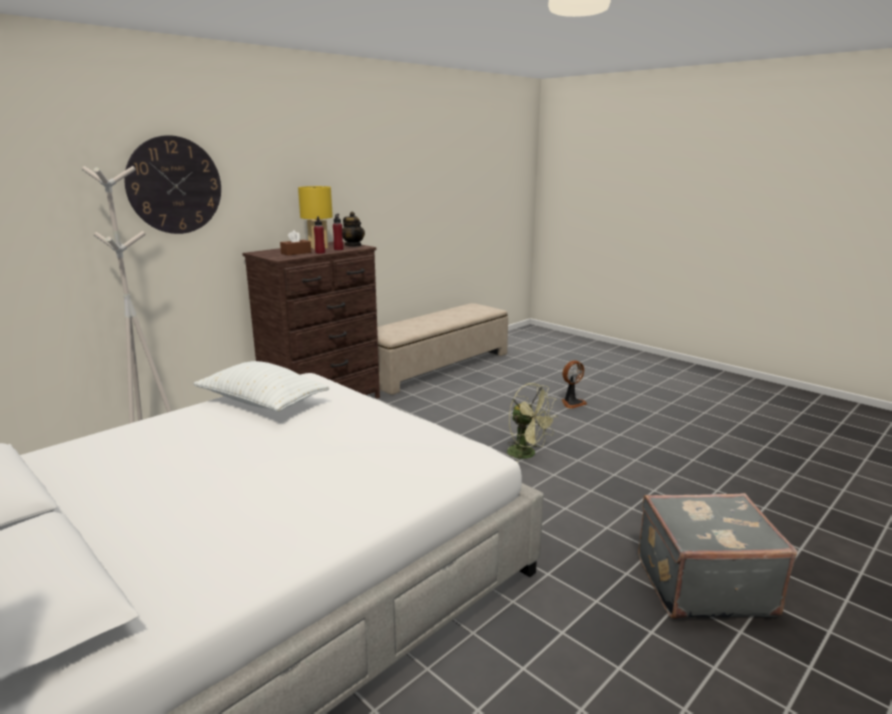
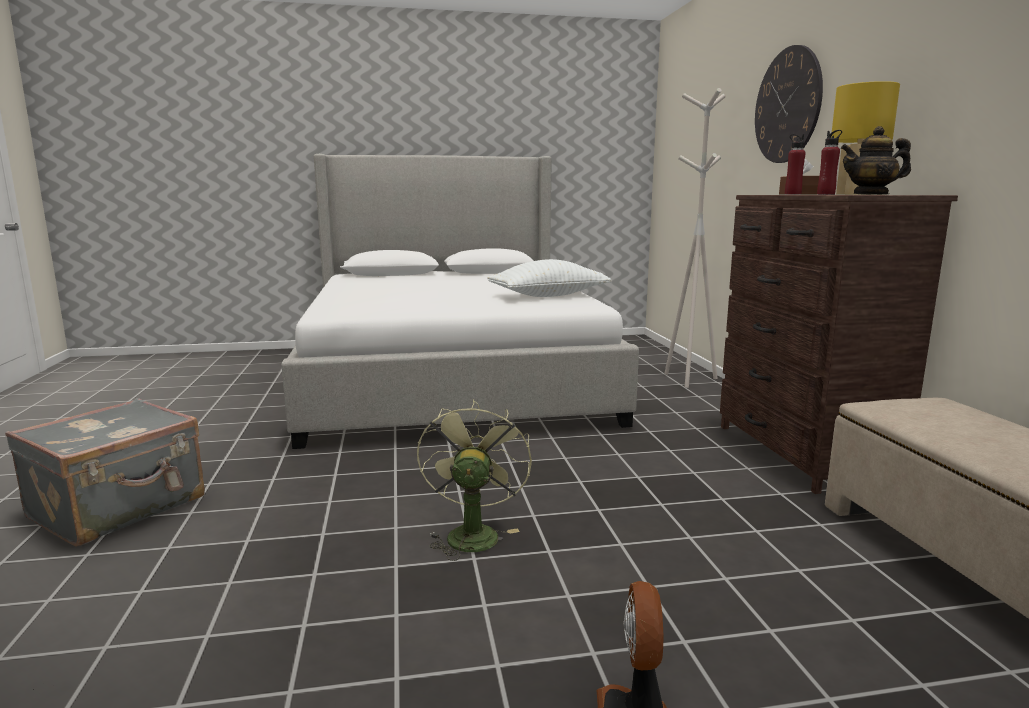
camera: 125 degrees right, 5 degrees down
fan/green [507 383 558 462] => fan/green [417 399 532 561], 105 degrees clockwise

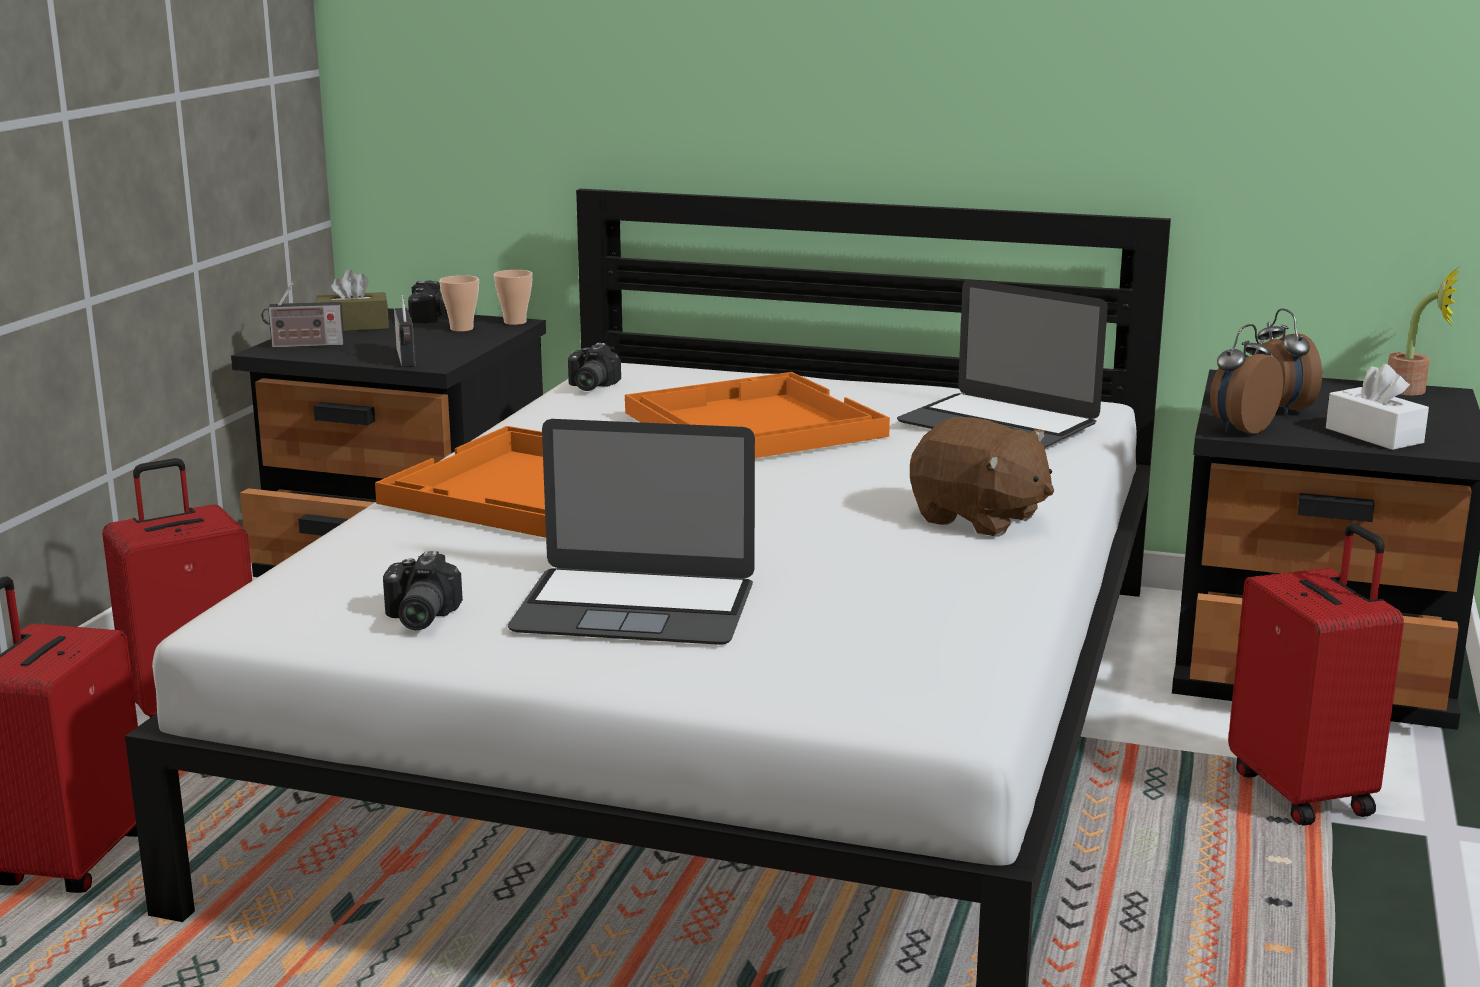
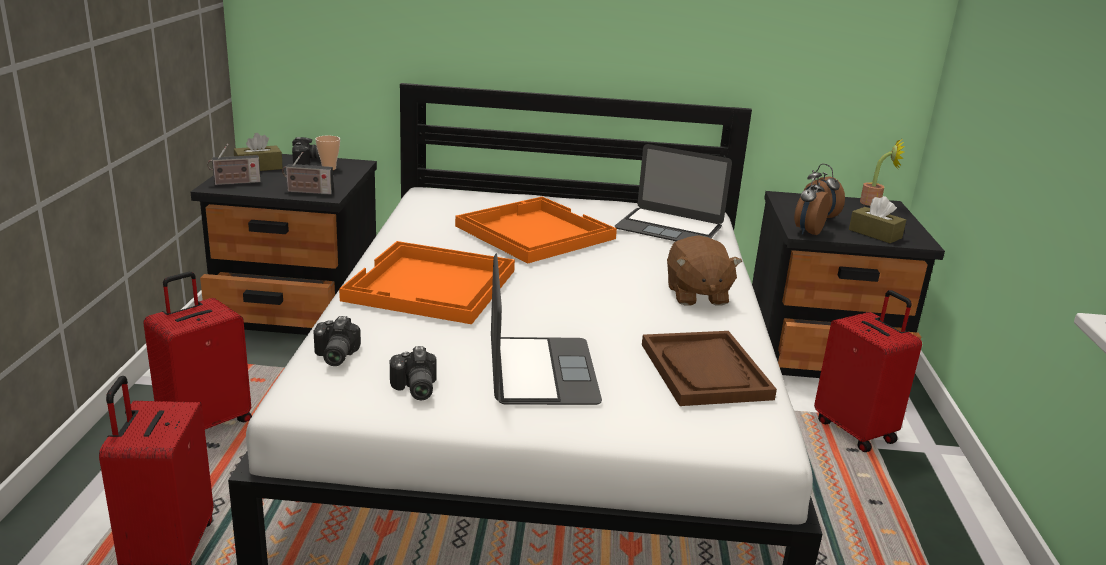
camera: 15 degrees left, 5 degrees up
radio [394 295 415 367] => radio [282 152 334 195], 120 degrees clockwise
photo camera [568 343 621 391] => photo camera [314 316 361 366], relocated
laptop [508 419 755 645] => laptop [491 253 602 405], 90 degrees counterclockwise
nothing => tray/brown [642 331 777 406]
plush toy/brown [910 417 1054 537] => plush toy/brown [667 235 742 306], 60 degrees clockwise
tissue box/white [1326 364 1429 450] => tissue box/brown [849 196 906 243]
cup [494 270 533 325] => nothing

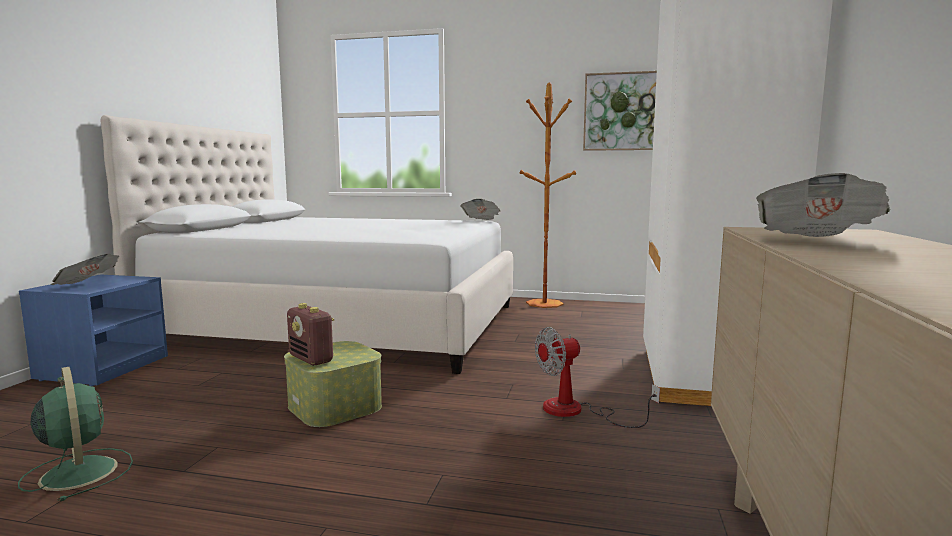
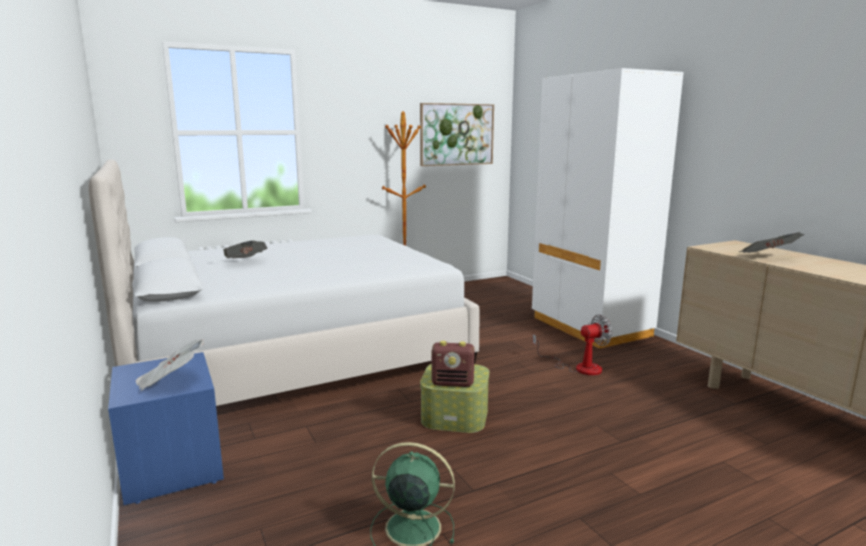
camera: 40 degrees left, 5 degrees up
newspaper [460 199 500 220] => newspaper [223 241 267 258], relocated
fan [535 327 660 428] => fan [532 314 613 375], 135 degrees counterclockwise

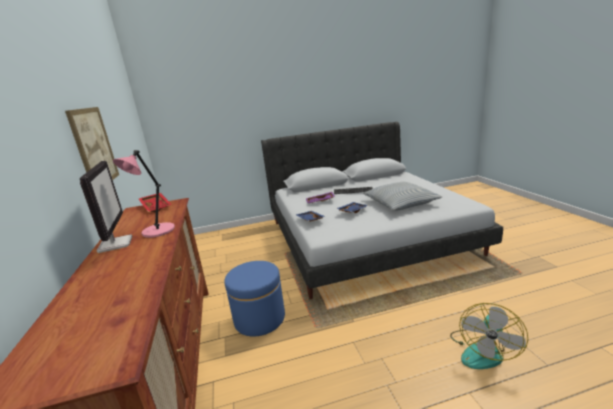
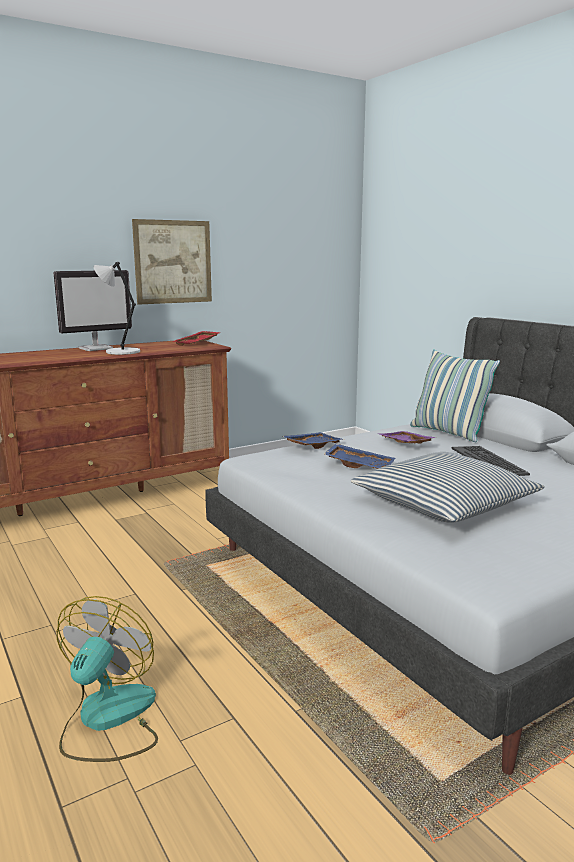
camera: 70 degrees right, 5 degrees down
fan [450 303 528 369] => fan [57 596 158 762], 90 degrees clockwise
table lamp/pink [113 150 175 238] => table lamp/grey [94 262 140 355]
nothing => pillow [410 349 500 442]
ottoman/blue [224 261 285 337] => nothing

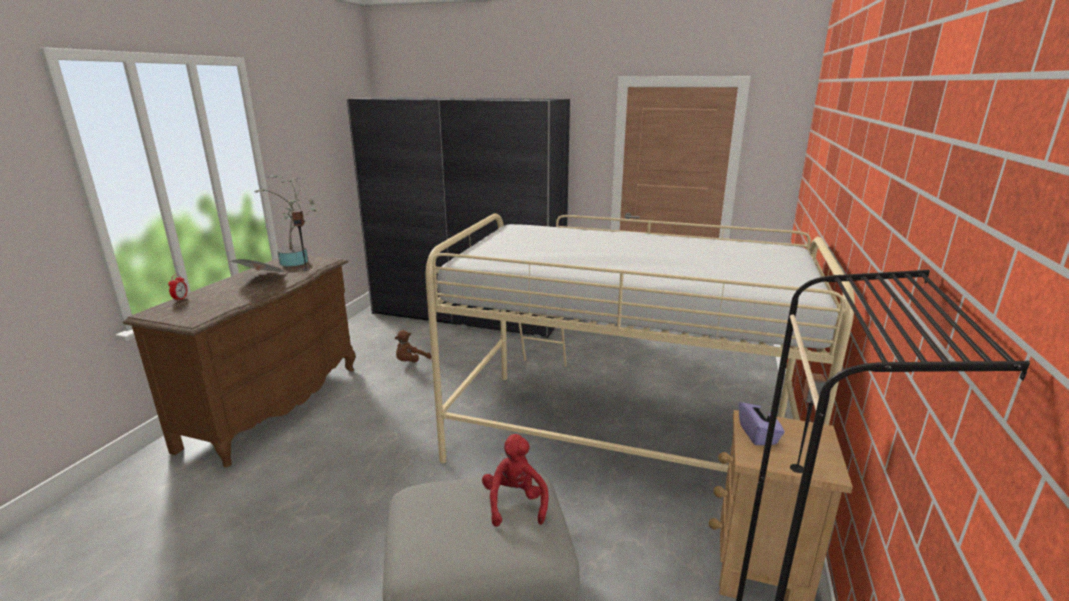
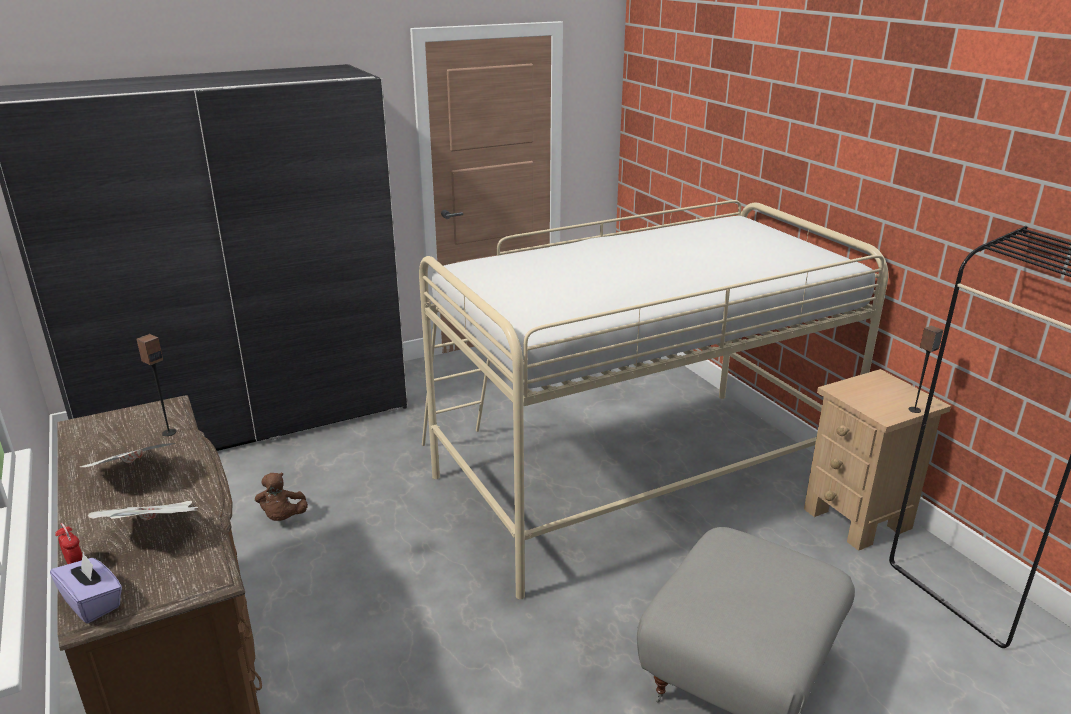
camera: 45 degrees left, 5 degrees up
tissue box/purple [739 400 785 445] => tissue box/purple [50 552 122 623], relocated
nothing => newspaper [88 501 198 520]
potted plant [254 175 316 267] => nothing
plush toy/red [482 434 549 527] => nothing

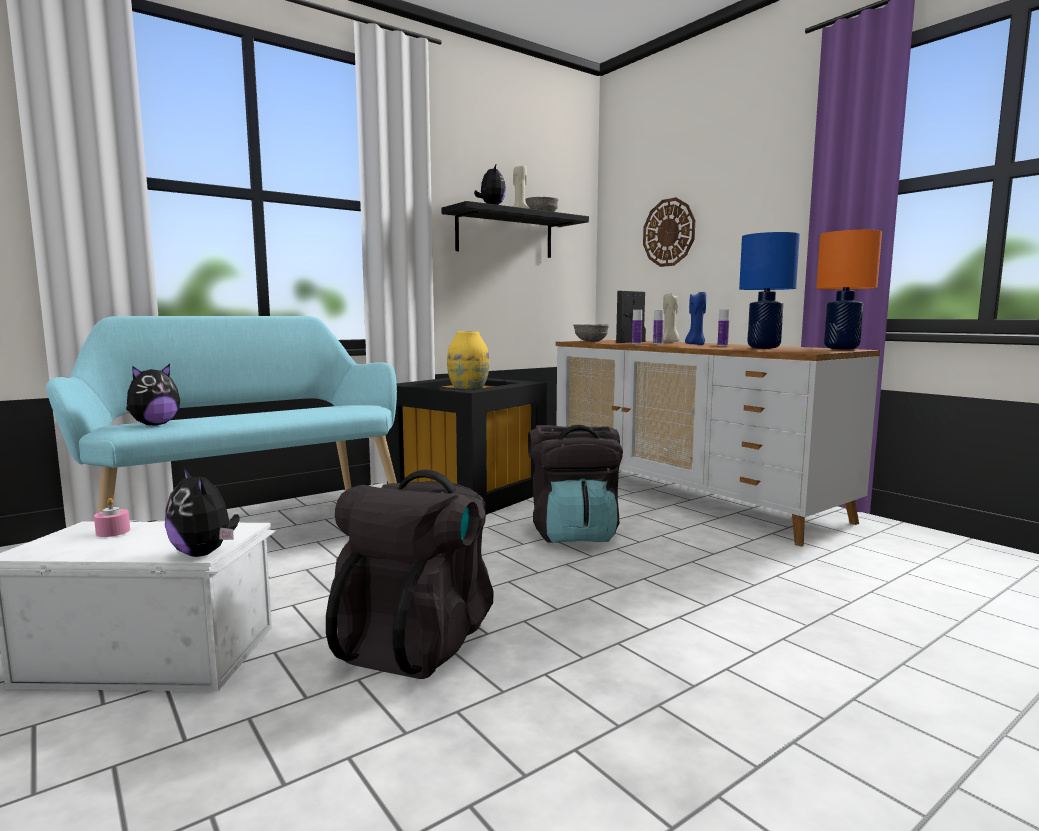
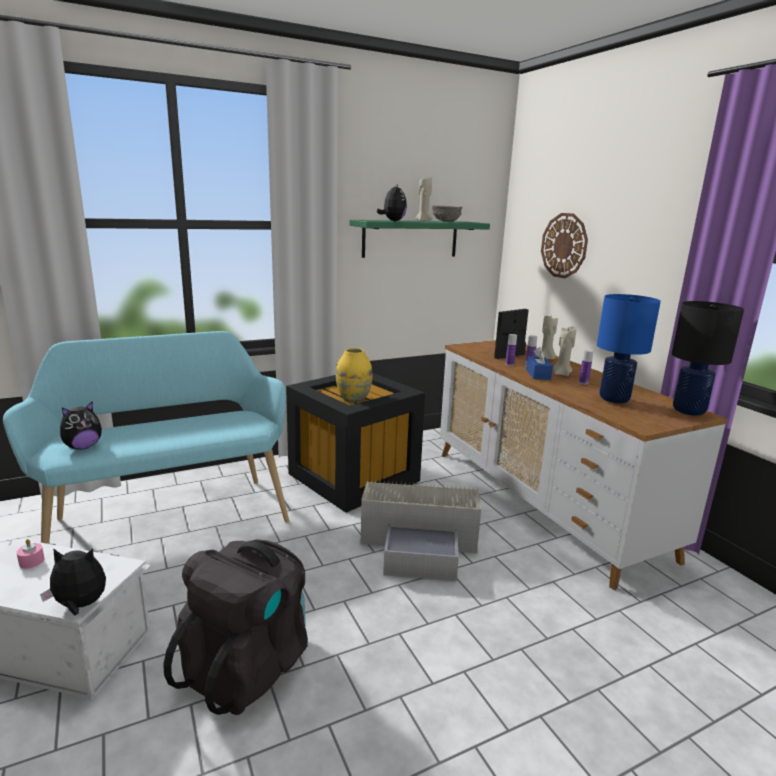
camera: 10 degrees right, 10 degrees up
plush toy [165 467 239 557] => plush toy [40 548 106 615], 120 degrees clockwise
shelf/black [442 201 589 258] => shelf/green [350 220 490 258]
backpack/black [528 425 623 543] => storage box/grey [361 479 481 581]
nothing => tissue box/blue [526 347 553 380]
candle/blue [685 292 706 345] => candle/beige [553 326 576 376]
table lamp/orange [816 230 882 350] => table lamp/black [672 301 744 416]
bowl/grey [573 324 609 342] => nothing

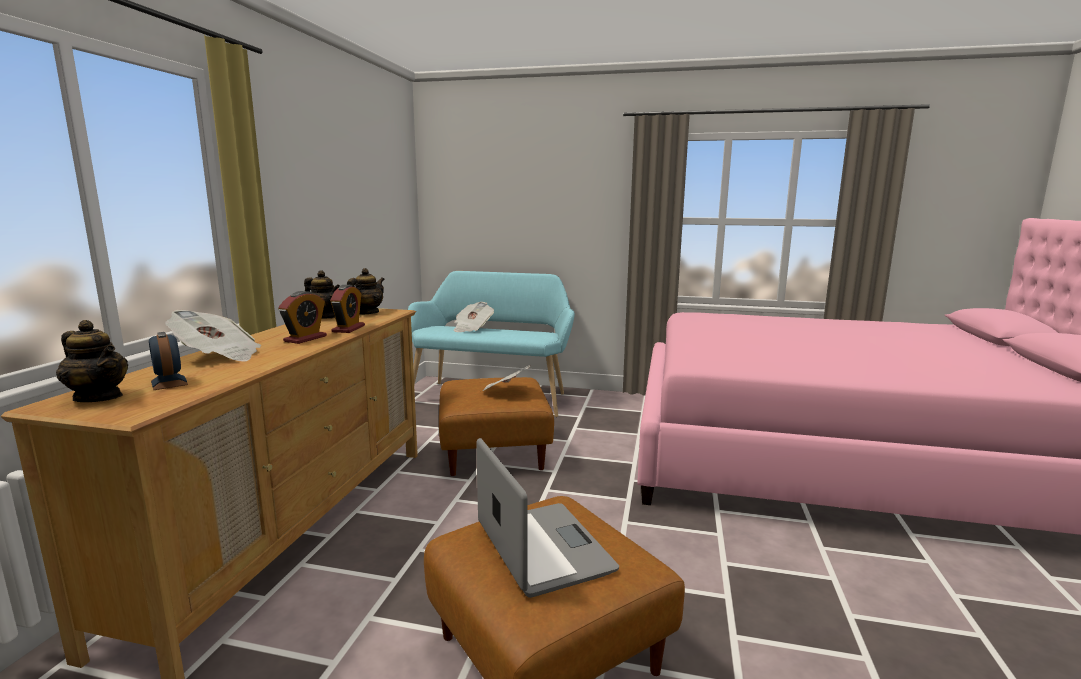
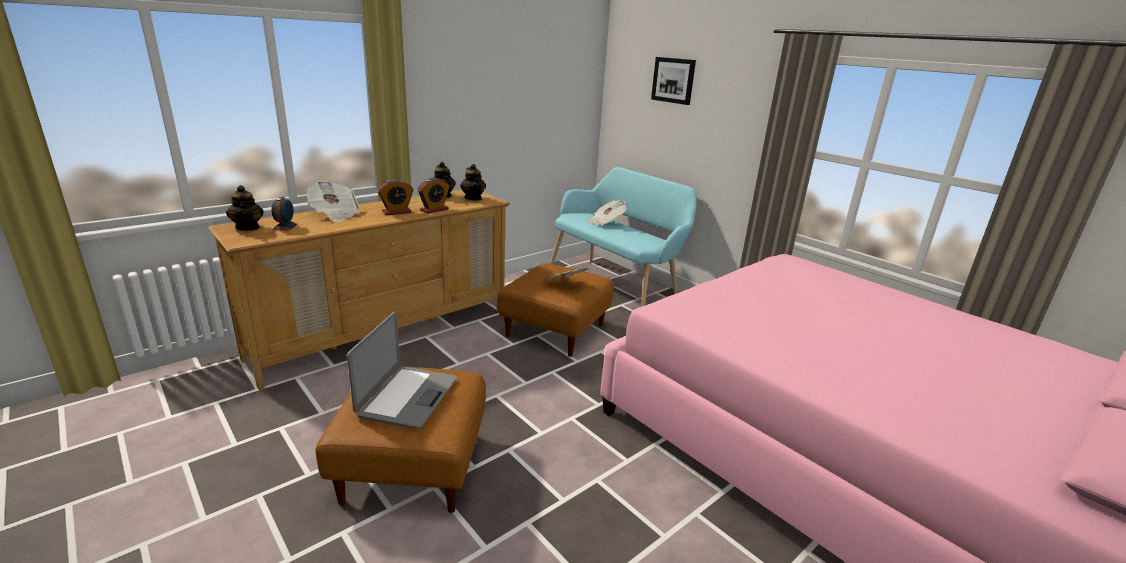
camera: 35 degrees right, 10 degrees up
teapot [347 268 385 314] => teapot [460 164 486 200], 90 degrees clockwise
nothing => picture [651 57 696 105]

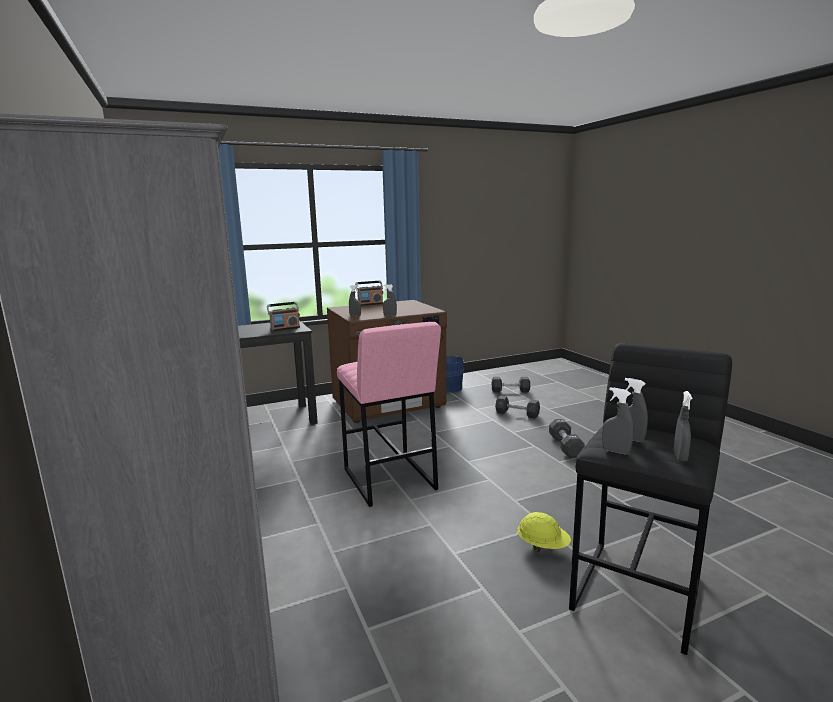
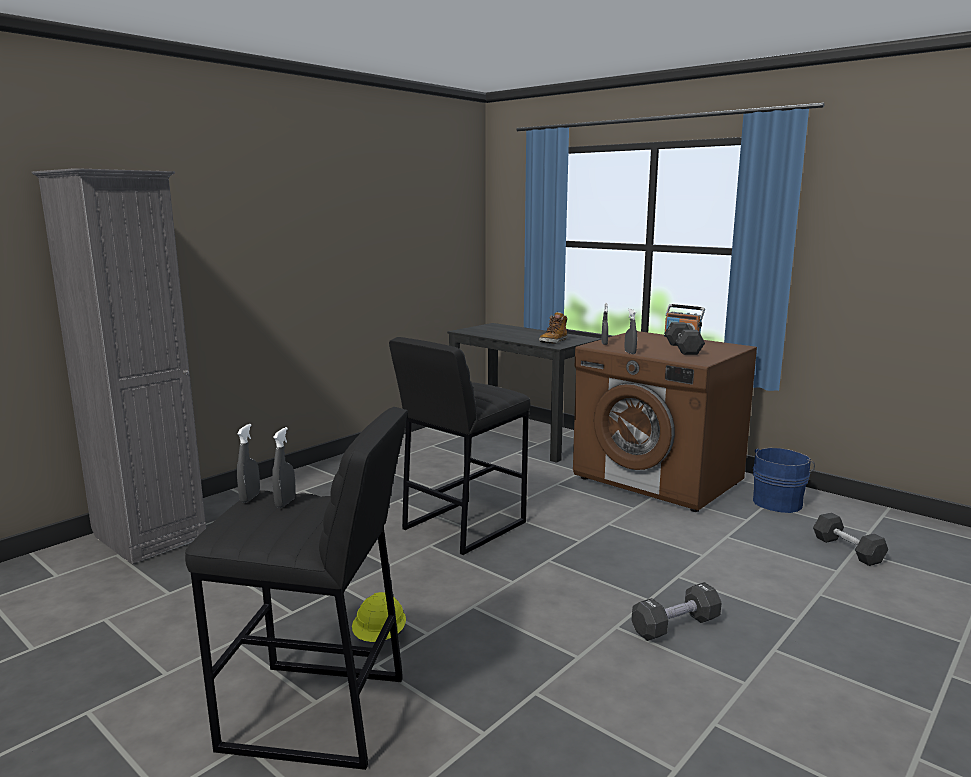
camera: 65 degrees right, 0 degrees up
stool/pink [337 322 441 507] => stool/black [389 337 530 555]
radio [267 302 300 331] => boot [539 312 567 344]
dumbbell/grey [495 396 540 419] => dumbbell/grey [665 322 705 355], relocated
spray bottle/grey [674 391 693 461] => nothing

